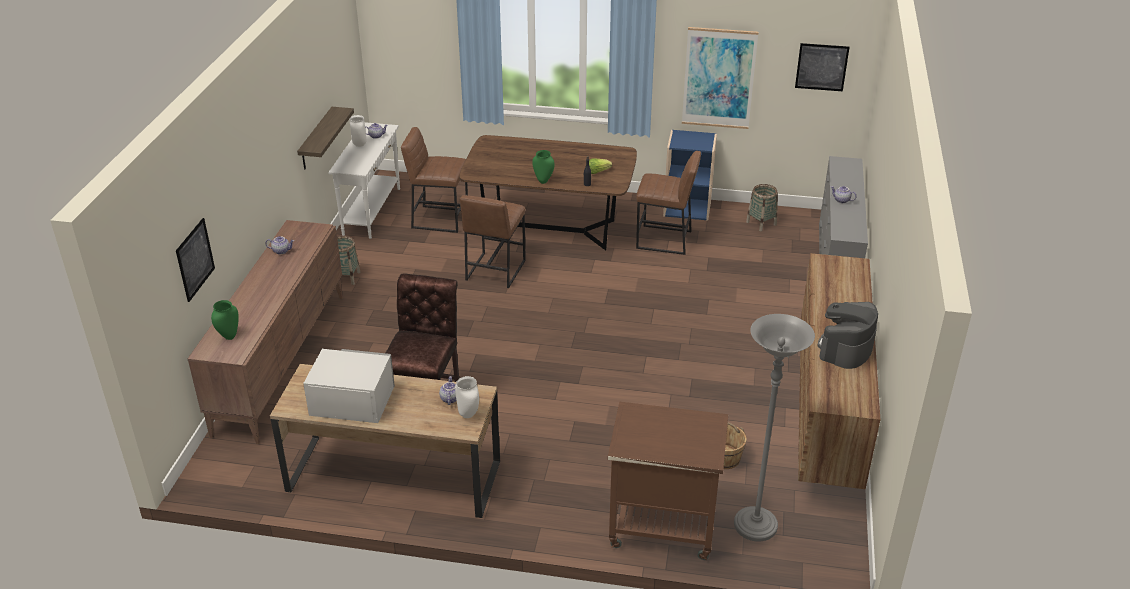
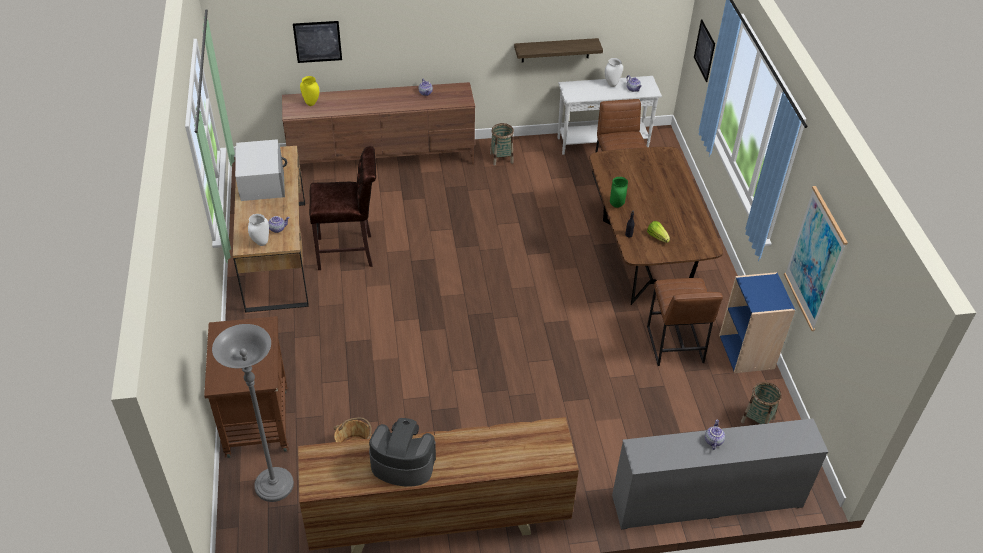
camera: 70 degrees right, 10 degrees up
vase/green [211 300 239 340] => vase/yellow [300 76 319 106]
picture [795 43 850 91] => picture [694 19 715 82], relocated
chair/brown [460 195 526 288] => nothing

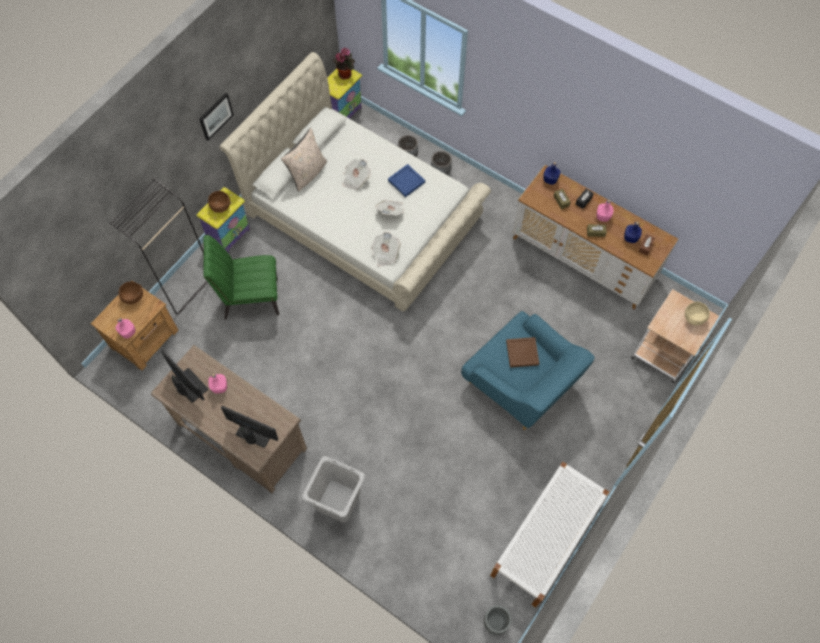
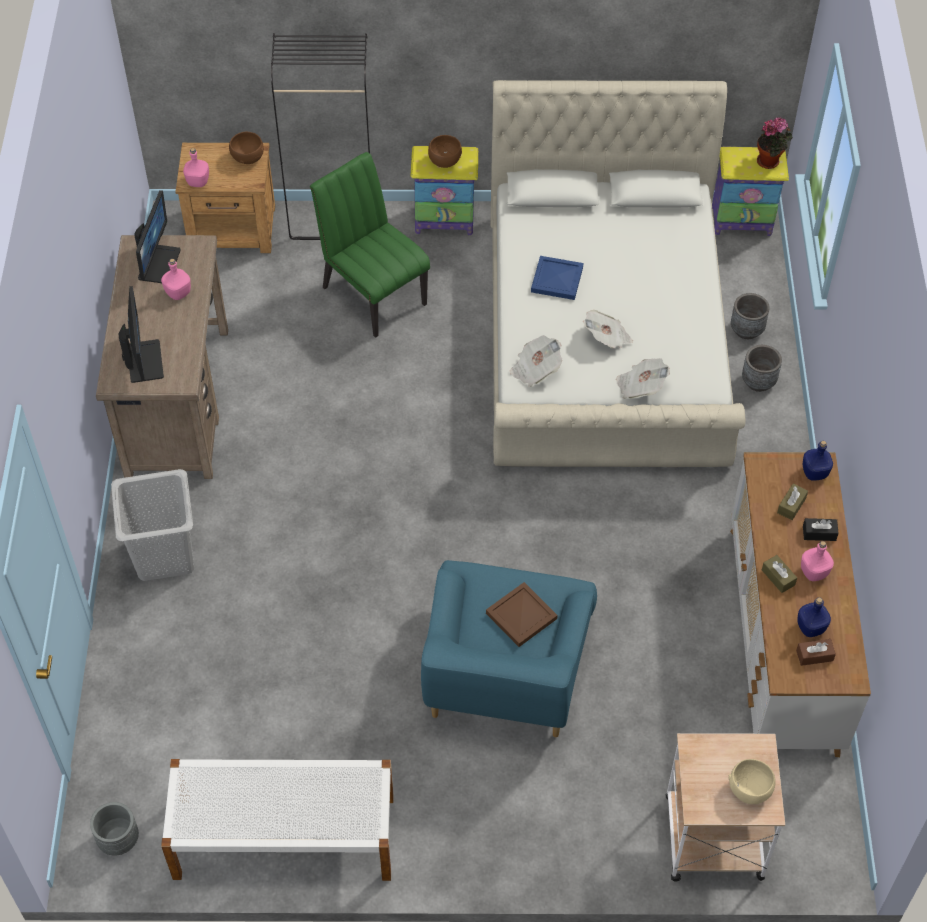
camera: 55 degrees right, 10 degrees down
tray/blue [388 164 425 197] => tray/blue [531 256 583 300], relocated
newspaper [342 159 371 190] => newspaper [616 358 670 399], relocated
picture [199 93 234 141] => nothing
pillow/beige [281 128 327 192] => nothing

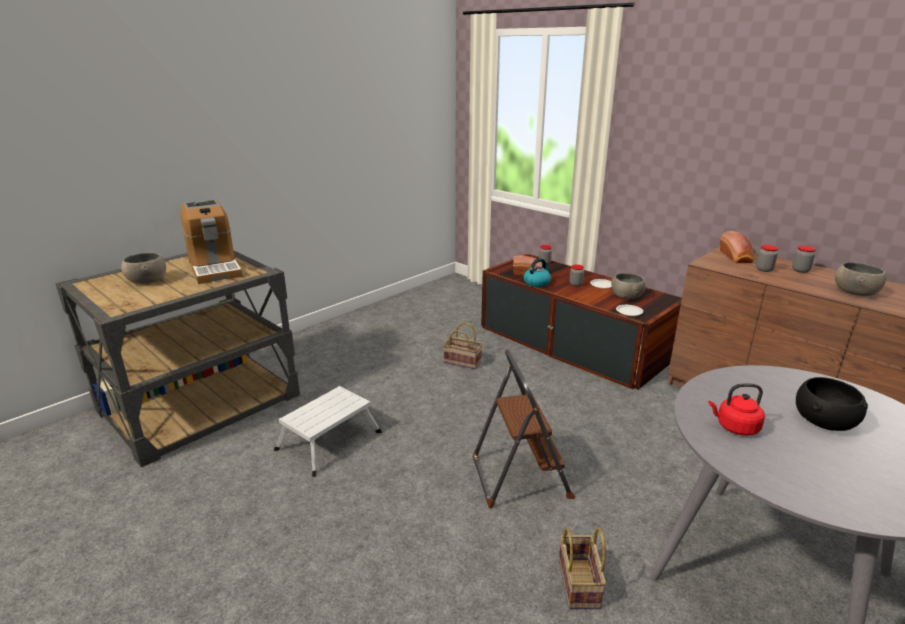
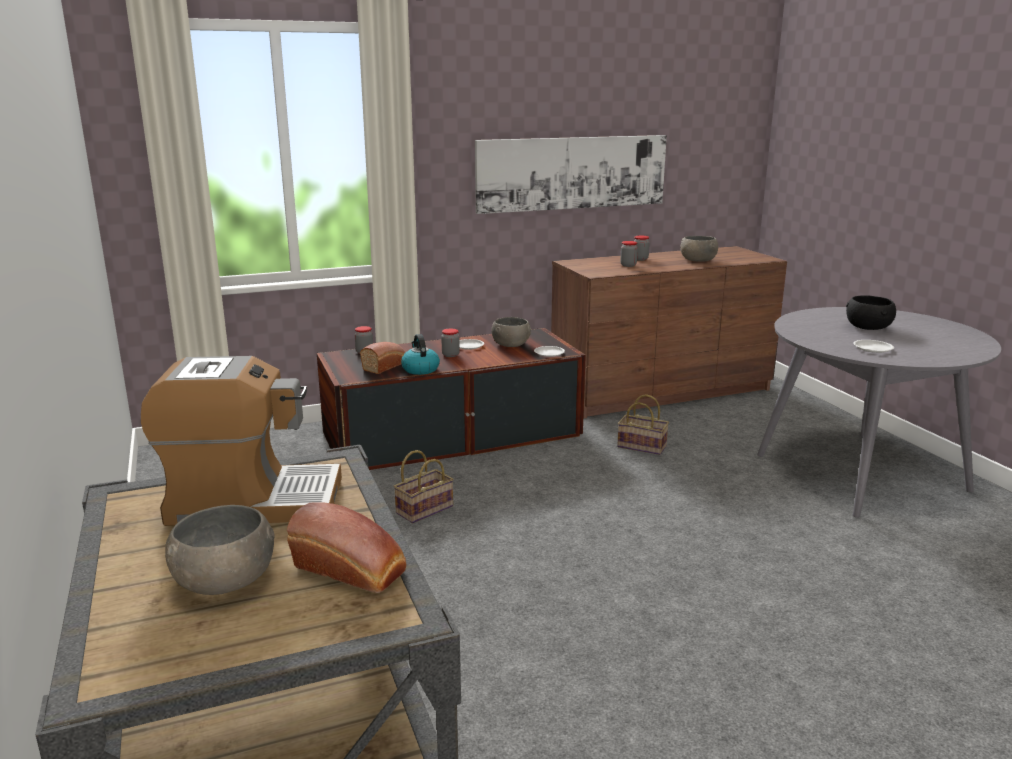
camera: 65 degrees left, 5 degrees down
bread [720 231 754 263] => bread [287 502 406 593], relocated
nothing => picture [475 135 667 214]
basket [559 527 606 609] => basket [617 394 669 455], relocated
kettle/red [708 383 765 436] => plate/white [853 340 894 353]
step ladder/white [273 386 382 477] => nothing
step ladder/brown [473 350 575 508] => nothing

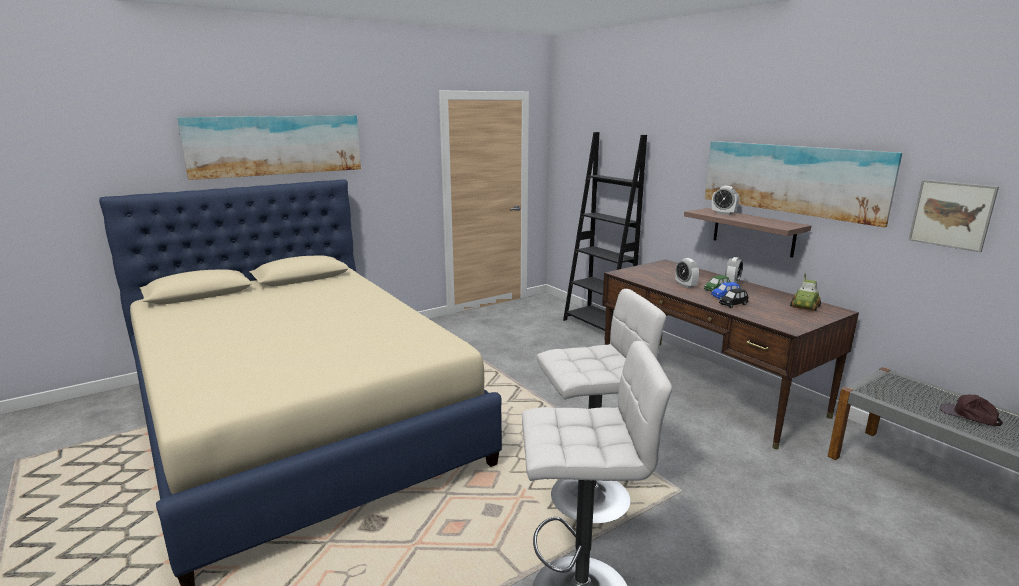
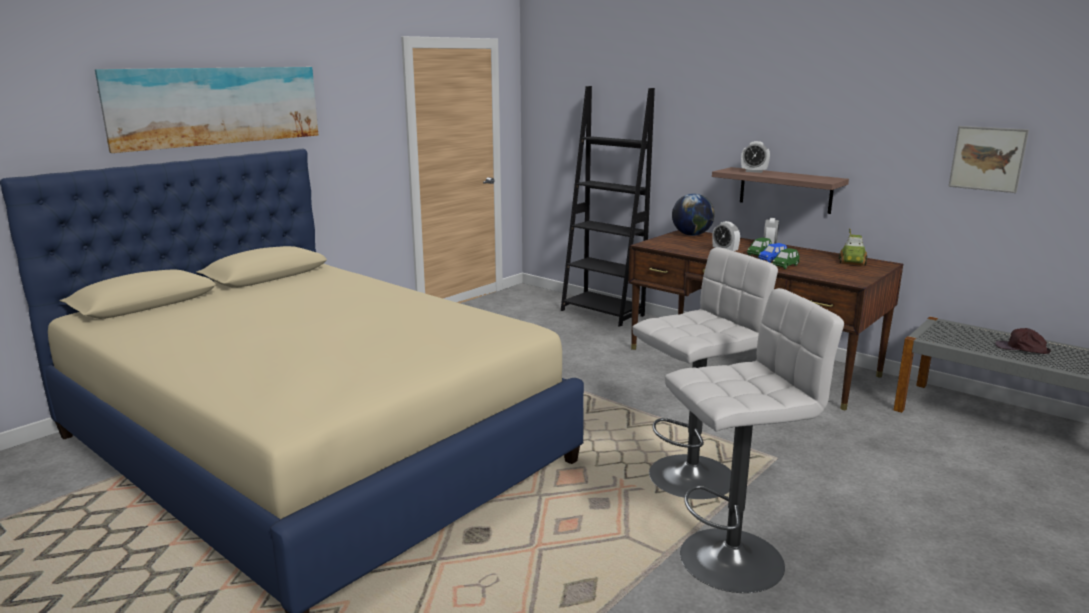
camera: 15 degrees left, 0 degrees up
nothing => globe [672 194 715 236]
toy car/black [719 288 749 308] => toy car/green [772 248 800 269]
picture [705 141 902 227] => nothing

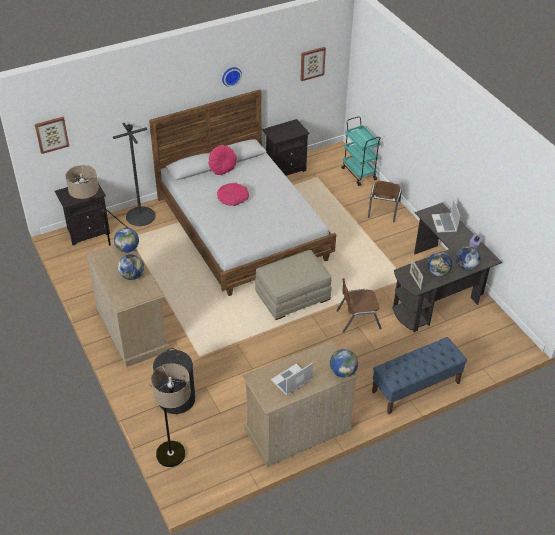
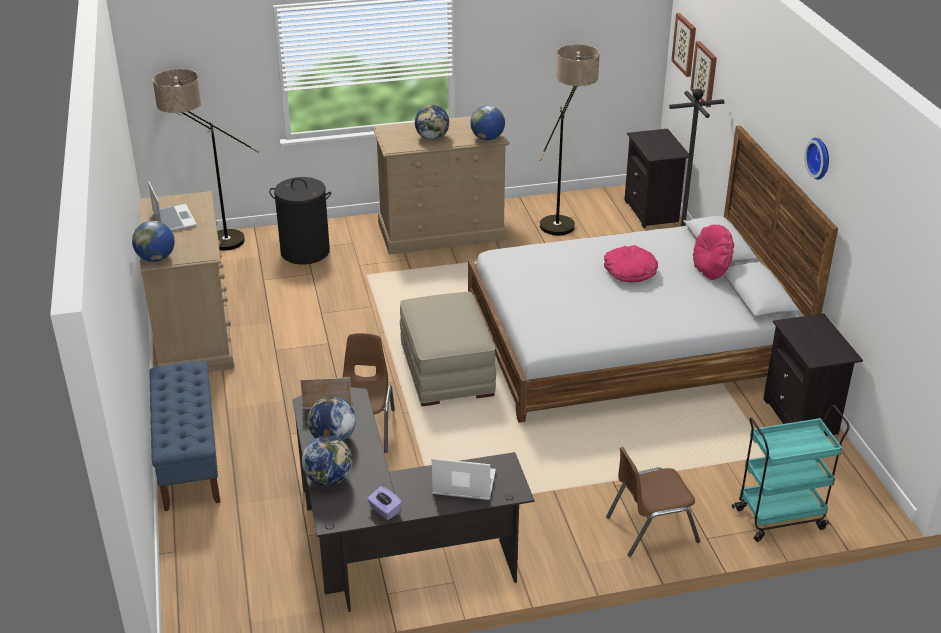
camera: 105 degrees right, 10 degrees down
chair/brown [368 181 402 222] => chair/brown [606 447 700 557], 45 degrees counterclockwise
picture [300 47 326 81] => picture [690 41 717 107], relocated

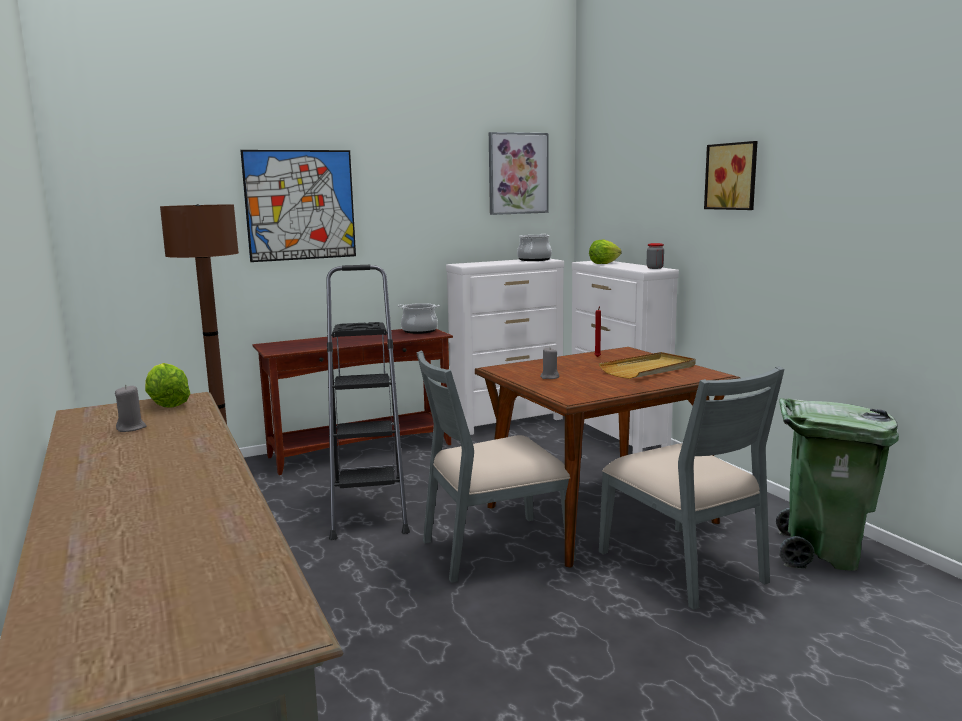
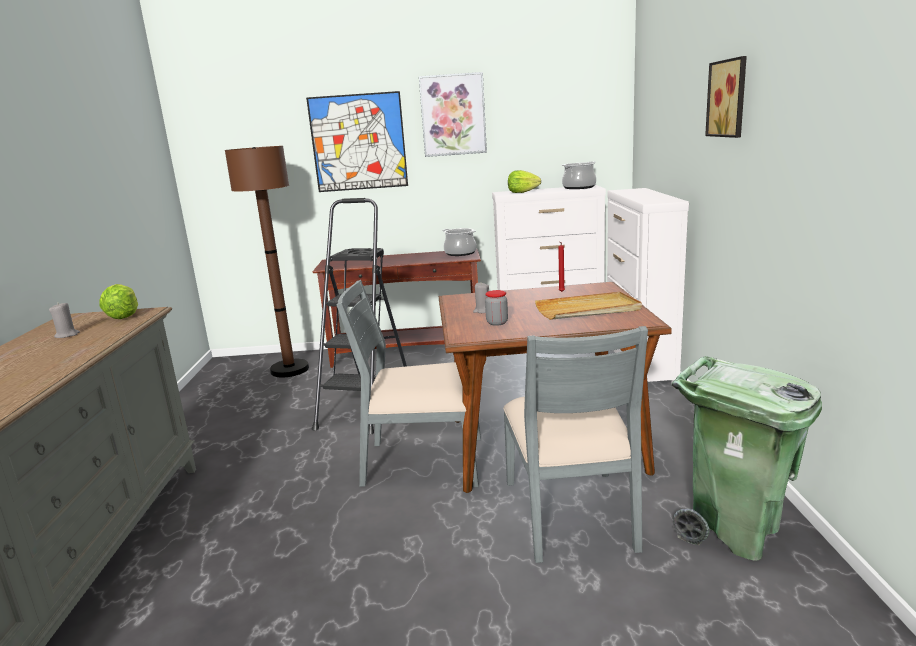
camera: 25 degrees right, 5 degrees up
picture [489 132 549 215] => picture [419 72 487 157], relocated
jar [647 243 664 269] => jar [485 290 508 326], relocated
lettuce [589 240 622 264] => lettuce [508 170 541 193], relocated

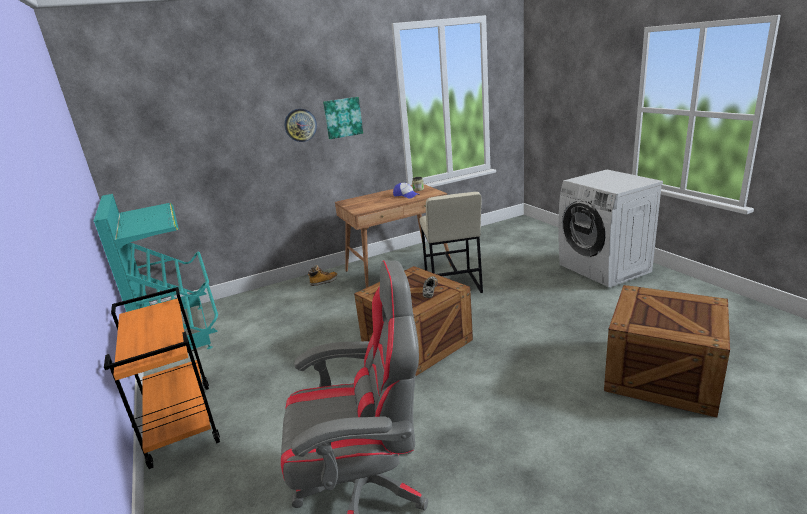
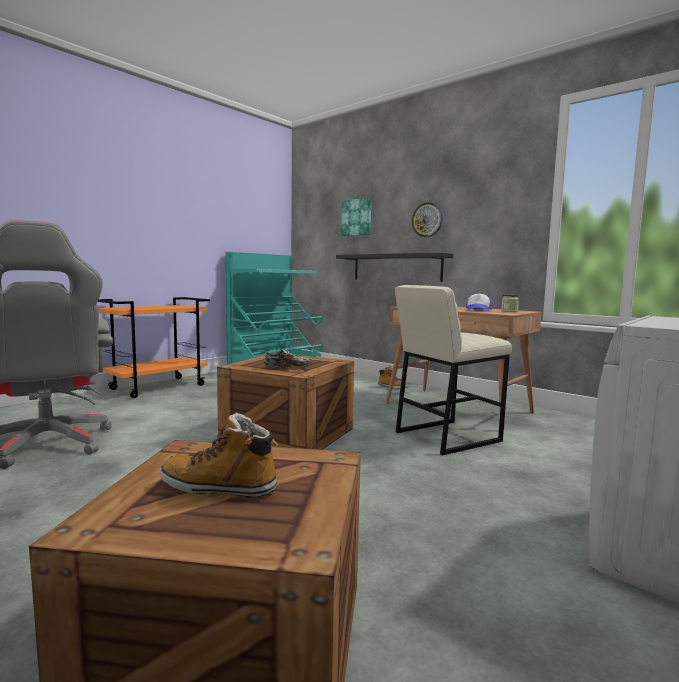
camera: 65 degrees right, 15 degrees down
nothing => boot [159 413 278 498]
nothing => shelf/black [336 253 453 282]
picture [323 97 363 139] => picture [341 198 371 236], relocated

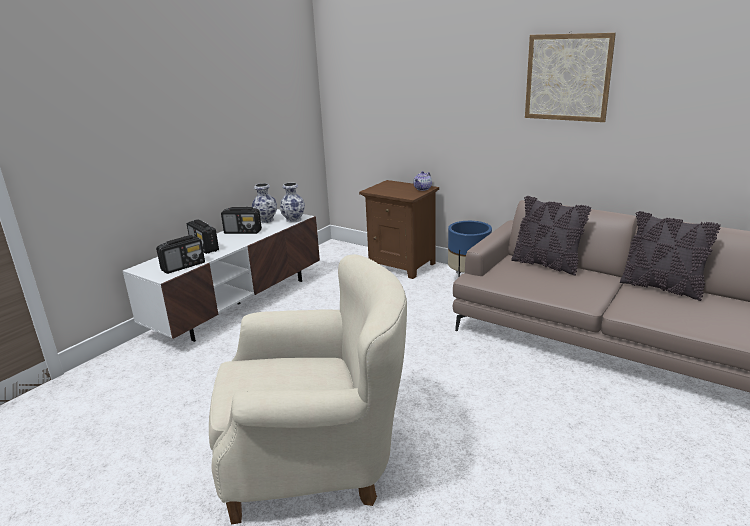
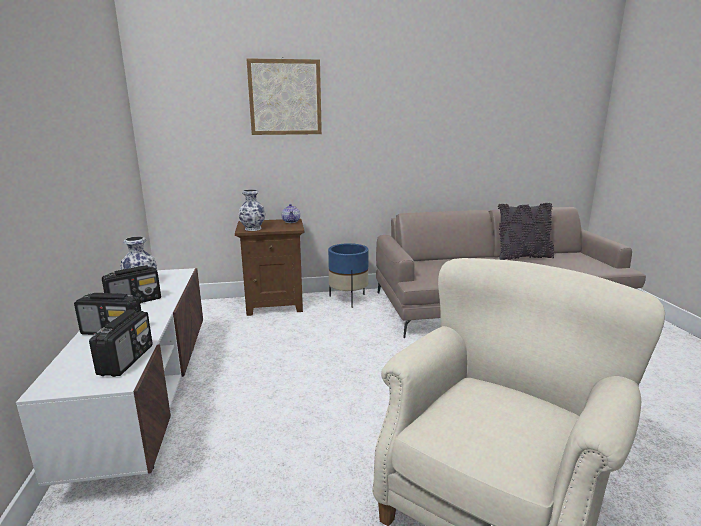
camera: 45 degrees left, 5 degrees down
vase [280 183 305 223] => vase [238 189 265 231], relocated
picture [525 31 616 122] => picture [247 58 322 135], relocated
pillow/black [511 196 591 276] => nothing

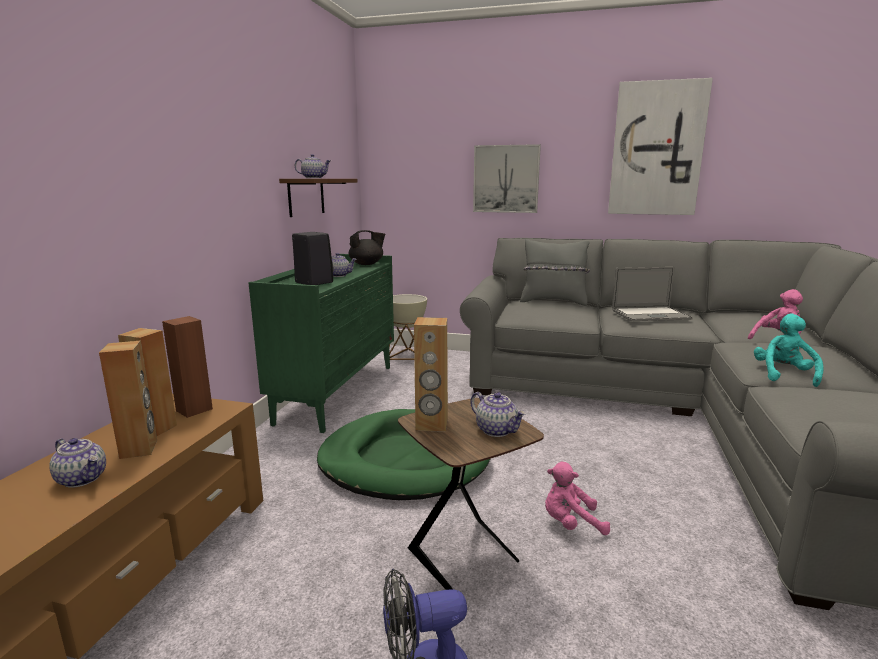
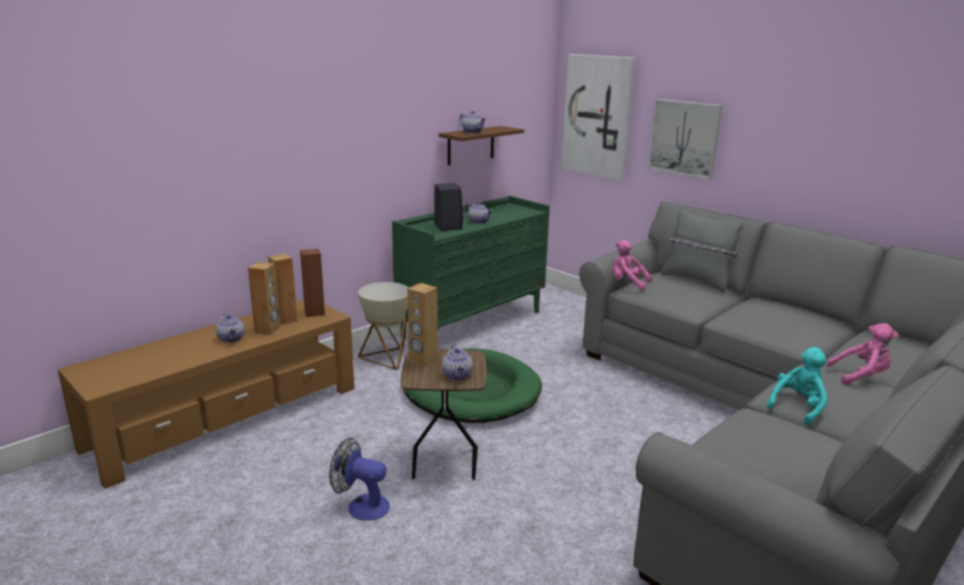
camera: 30 degrees right, 5 degrees up
planter [389 294 427 360] => planter [358 282 409 370], relocated
picture [608 78 713 215] => picture [561 54 635 181], relocated
plush toy/pink [545 462 610 535] => plush toy/pink [612 240 652 290], relocated
teapot/black [348 230 385 265] => nothing
laptop [612 267 693 321] => nothing

